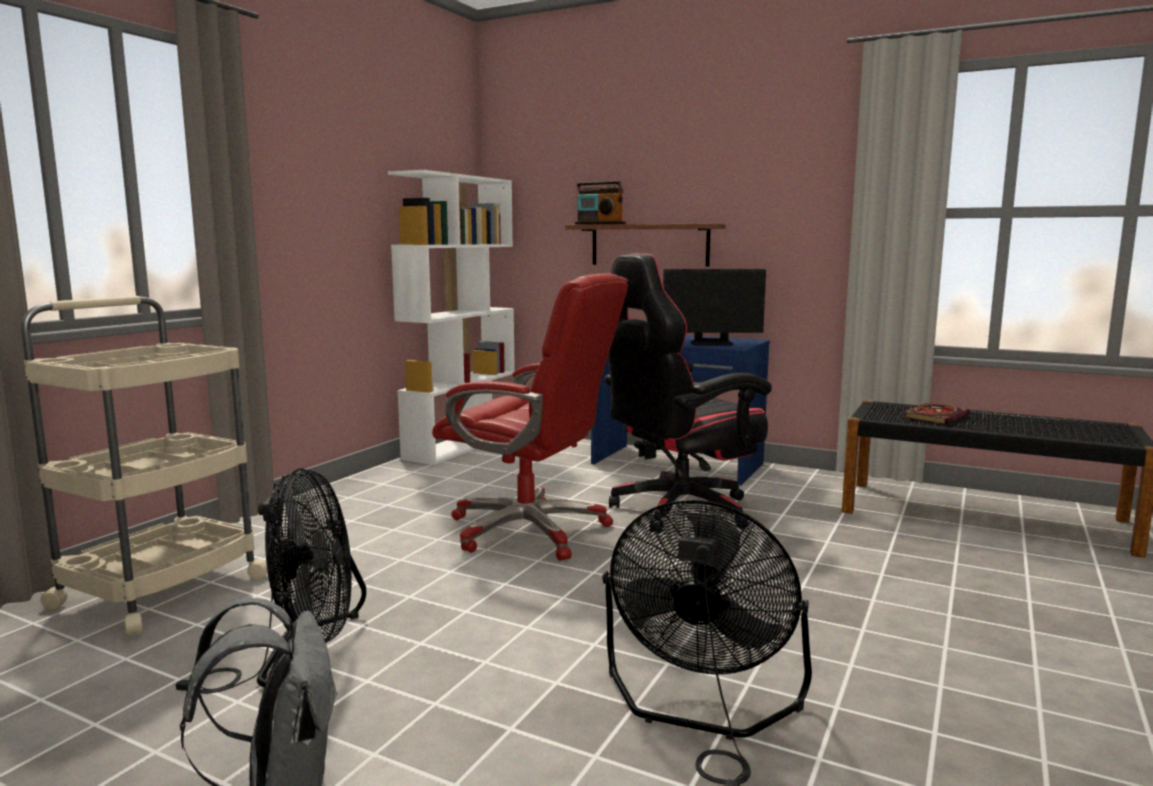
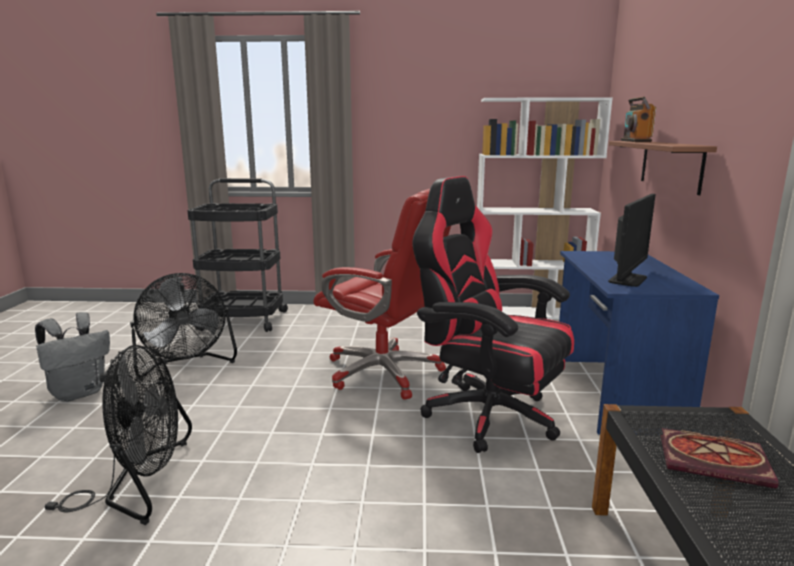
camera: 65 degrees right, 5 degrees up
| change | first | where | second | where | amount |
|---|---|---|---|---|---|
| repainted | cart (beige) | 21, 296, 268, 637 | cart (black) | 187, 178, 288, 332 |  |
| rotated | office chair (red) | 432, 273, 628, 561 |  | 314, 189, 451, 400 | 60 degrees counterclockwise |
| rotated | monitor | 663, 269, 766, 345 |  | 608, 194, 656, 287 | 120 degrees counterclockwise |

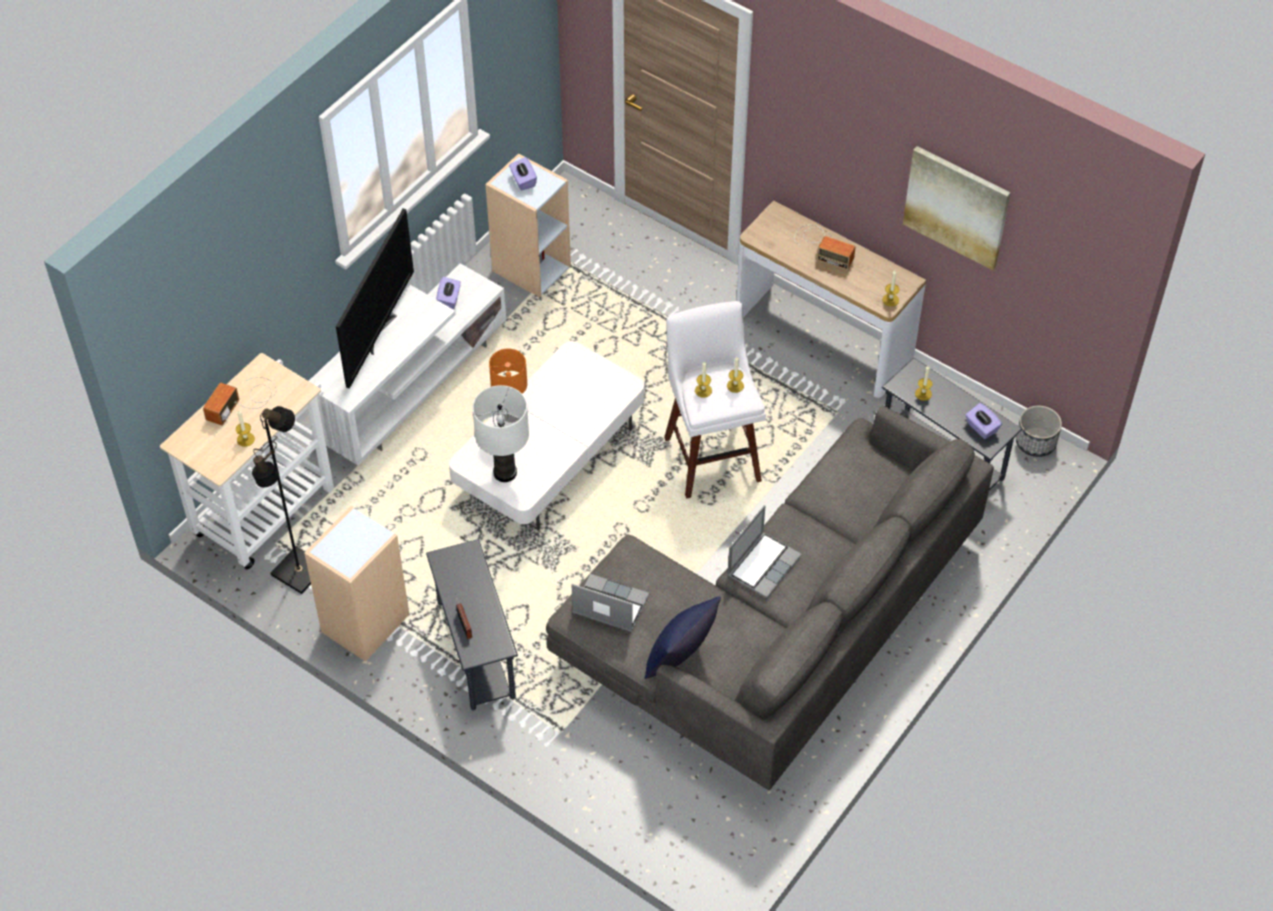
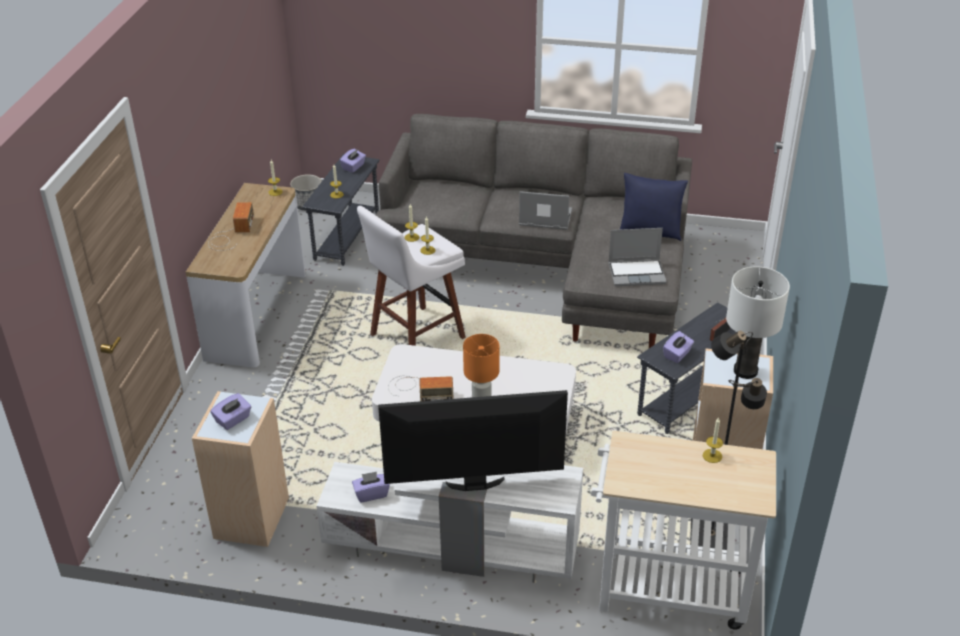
camera: 115 degrees left, 15 degrees down
| change | first | where | second | where | amount |
|---|---|---|---|---|---|
| shifted | radio | 203, 377, 276, 425 |  | 388, 376, 453, 401 |  |
| shifted | table lamp (white) | 472, 385, 529, 482 |  | 726, 266, 790, 379 |  |
| rotated | laptop | 571, 574, 649, 632 |  | 608, 228, 667, 286 | 90 degrees counterclockwise |
| gone | picture | 903, 146, 1011, 270 |  |  |  |
| new |  |  | tissue box (purple) | 663, 331, 694, 363 |  |

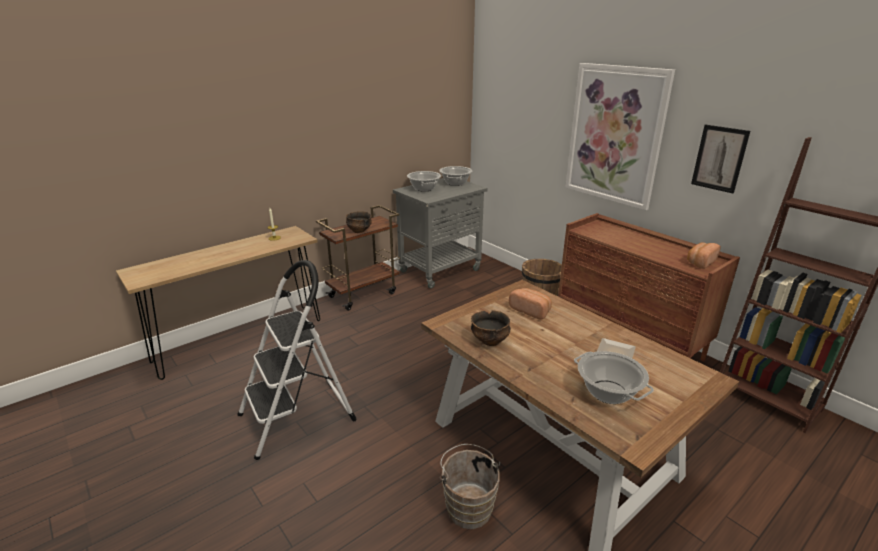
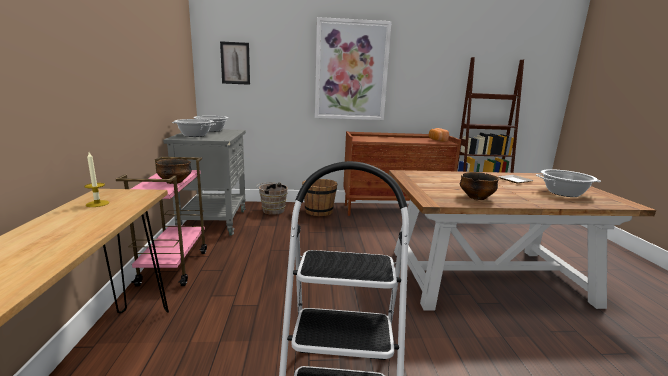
camera: 55 degrees left, 10 degrees down
| change | first | where | second | where | amount |
|---|---|---|---|---|---|
| repainted | cart (brown) | 316, 205, 400, 311 | cart (pink) | 116, 157, 207, 287 |  |
| shifted | bucket (brown) | 440, 444, 500, 529 |  | 256, 182, 288, 215 |  |
| gone | bread | 509, 288, 552, 320 |  |  |  |
| shifted | picture | 691, 124, 750, 194 |  | 220, 41, 250, 85 |  |

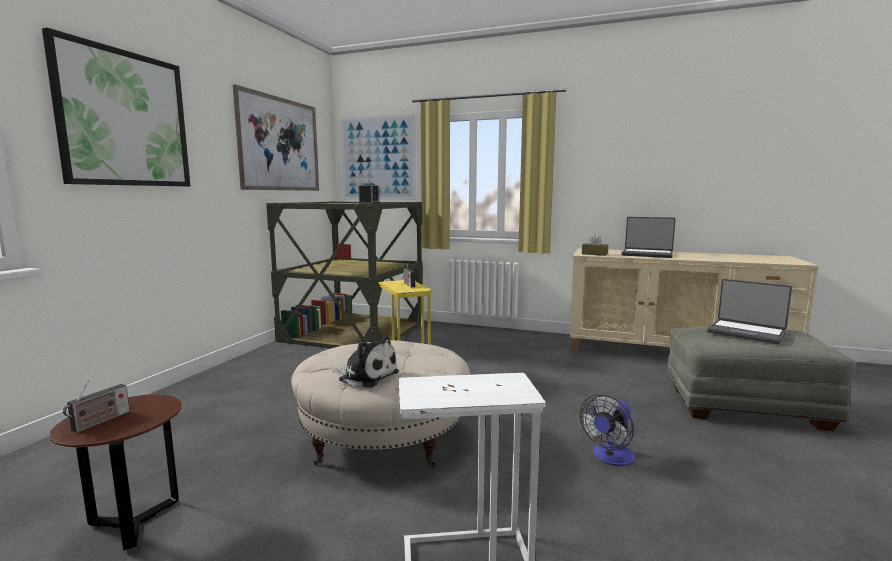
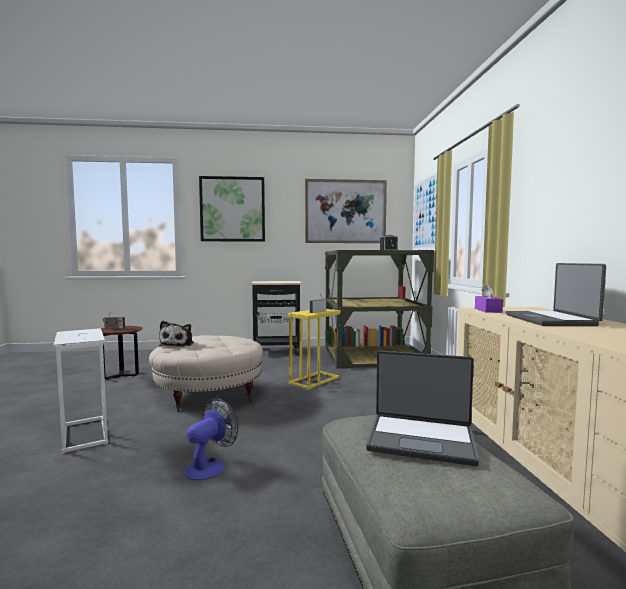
camera: 65 degrees right, 5 degrees down
| change | first | where | second | where | amount |
|---|---|---|---|---|---|
| rotated | fan | 580, 394, 634, 466 |  | 185, 399, 239, 480 | 105 degrees clockwise |
| repainted | tissue box (brown) | 582, 235, 608, 256 | tissue box (purple) | 475, 285, 503, 313 |  |
| rotated | laptop | 707, 279, 792, 344 |  | 366, 351, 479, 466 | 90 degrees counterclockwise |
| new |  |  | cart | 251, 281, 302, 355 |  |

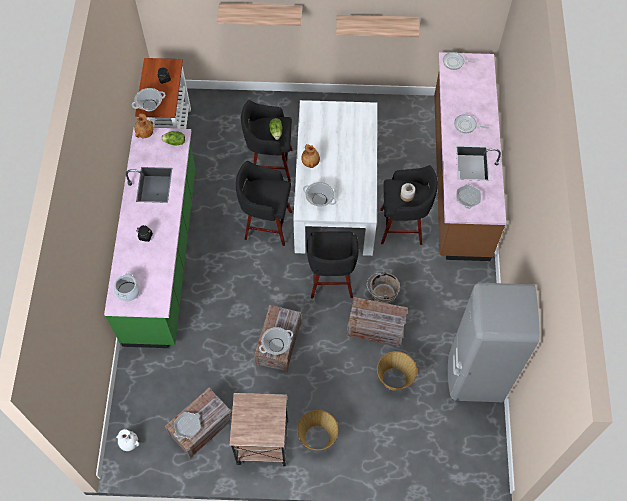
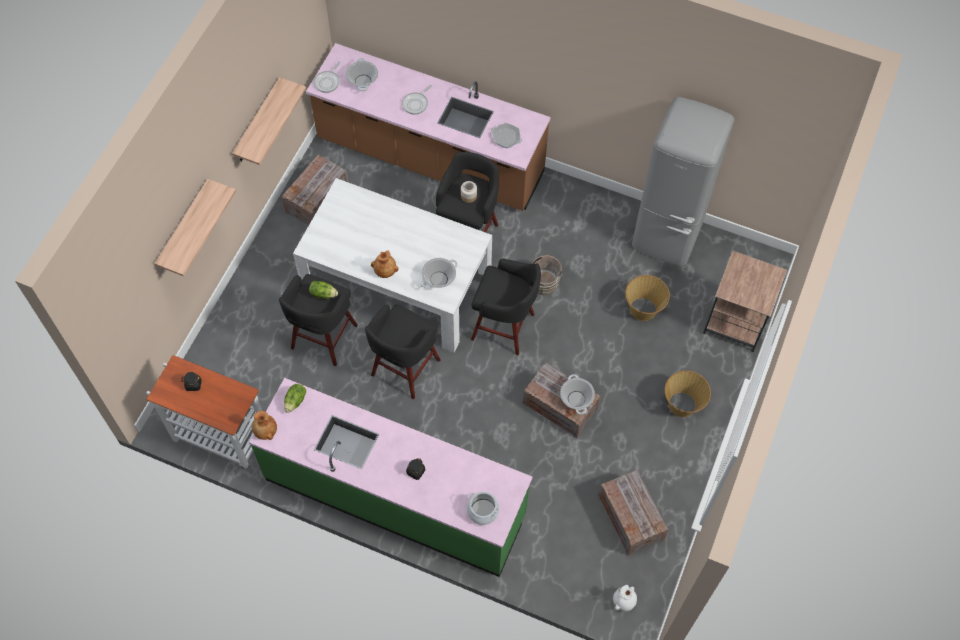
camera: 70 degrees left, 0 degrees up
| change | first | where | second | where | amount |
|---|---|---|---|---|---|
| shifted | cooking pot | 132, 88, 165, 111 |  | 346, 58, 378, 91 |  |
| gone | frying pan | 174, 412, 201, 438 |  |  |  |
| shifted | cart (brown) | 230, 393, 288, 466 |  | 703, 251, 787, 352 |  |
| shifted | crate | 346, 297, 408, 347 |  | 282, 155, 349, 225 |  |

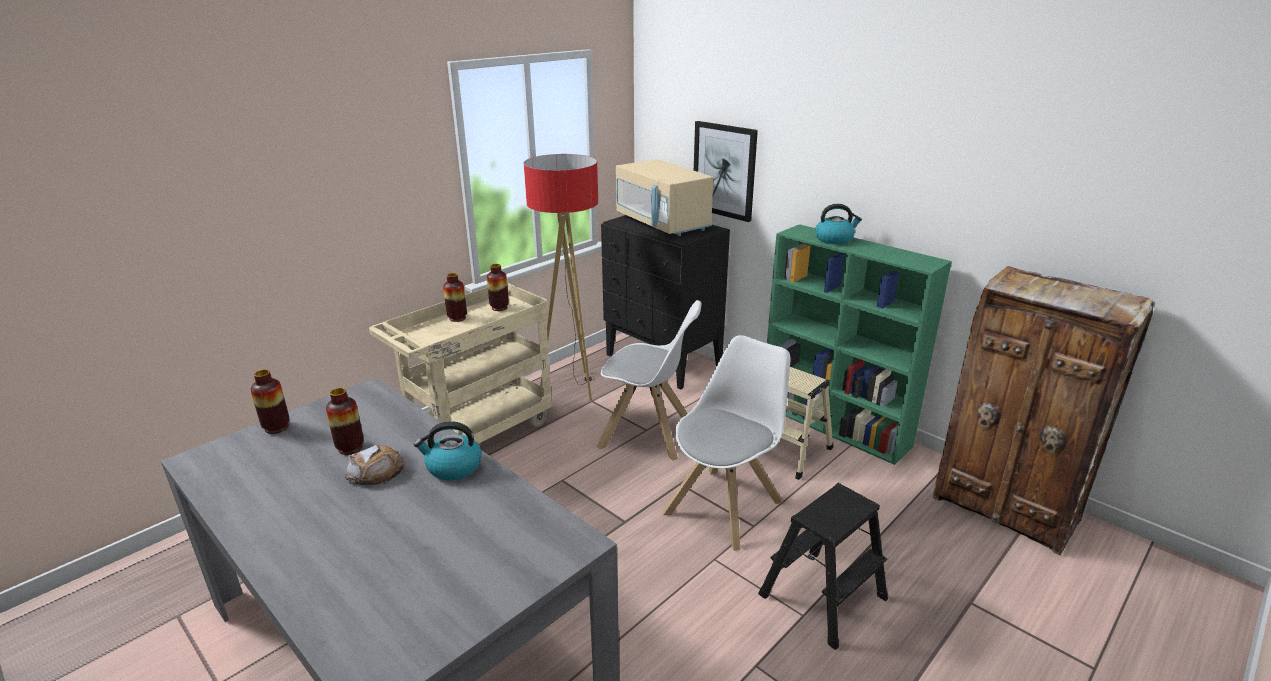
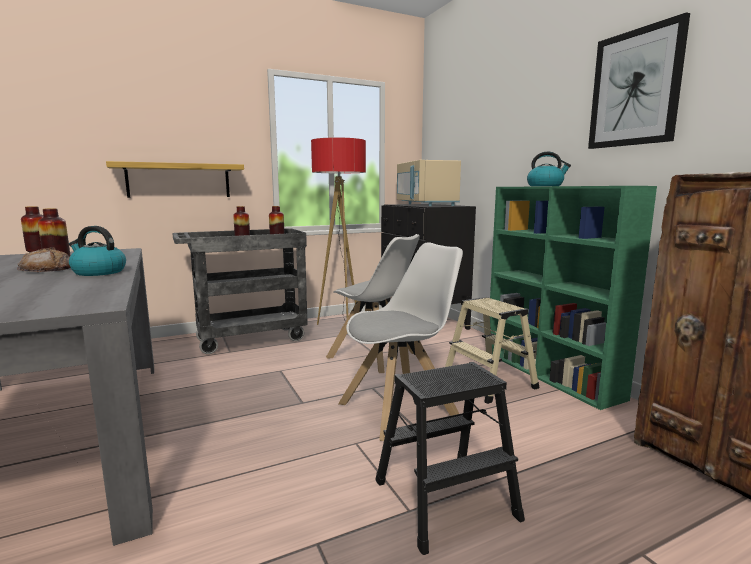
camera: 20 degrees right, 15 degrees down
| change | first | where | second | where | amount |
|---|---|---|---|---|---|
| repainted | cart (beige) | 369, 283, 552, 444 | cart (black) | 173, 228, 308, 354 |  |
| shifted | picture | 694, 121, 758, 222 |  | 588, 12, 690, 149 |  |
| new |  |  | shelf | 106, 161, 244, 198 |  |

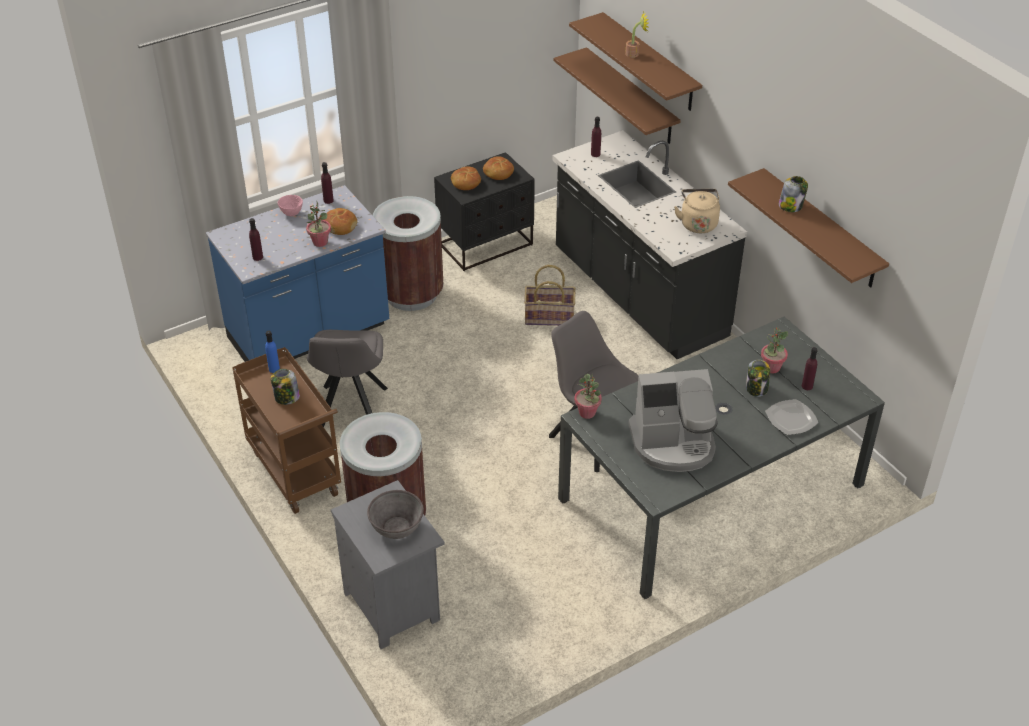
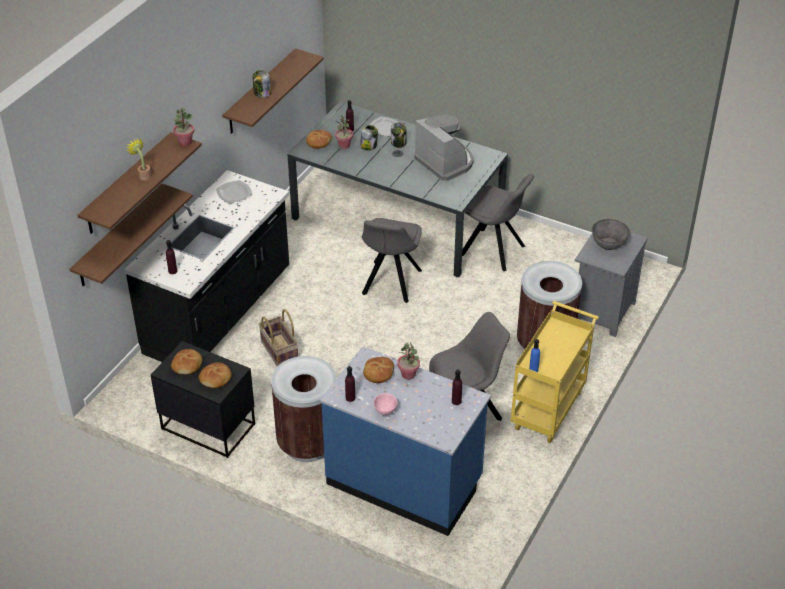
camera: 120 degrees left, 0 degrees up
| change | first | where | second | where | amount |
|---|---|---|---|---|---|
| repainted | cart (brown) | 232, 347, 341, 514 | cart (yellow) | 511, 301, 599, 443 |  |
| shifted | jar | 271, 369, 300, 405 |  | 391, 122, 407, 148 |  |
| shifted | potted plant | 574, 374, 602, 419 |  | 173, 108, 195, 146 |  |
| swapped | kettle (beige) | 674, 189, 720, 233 | plate | 216, 180, 252, 203 |  |
| new |  |  | bread | 306, 130, 332, 149 |  |
| new |  |  | chair (grey) | 462, 174, 534, 271 |  |

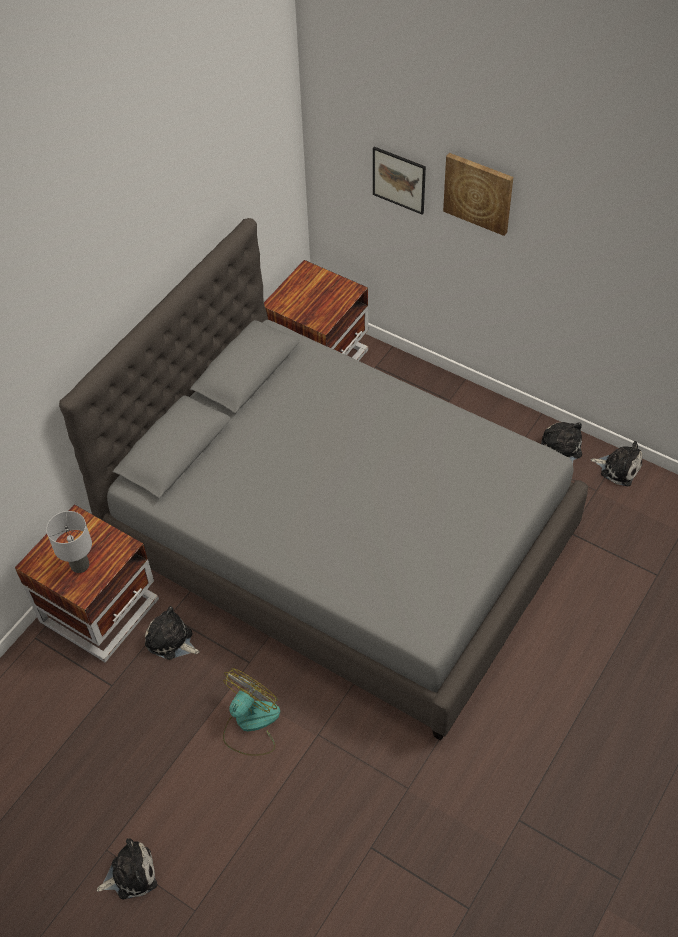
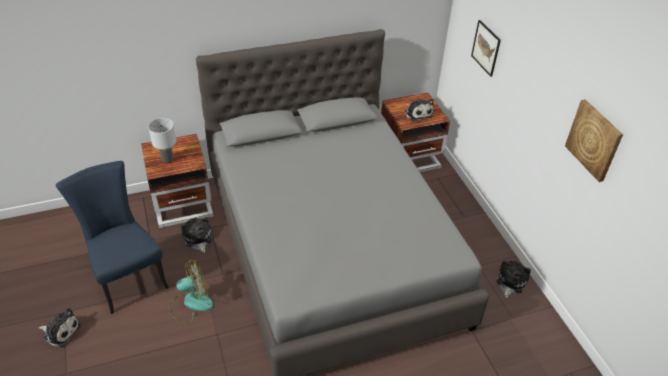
camera: 35 degrees right, 10 degrees down
| change | first | where | second | where | amount |
|---|---|---|---|---|---|
| shifted | picture | 443, 153, 513, 236 |  | 565, 99, 623, 182 |  |
| shifted | plush toy | 590, 441, 642, 486 |  | 404, 99, 434, 122 |  |
| new |  |  | chair (blue) | 56, 161, 169, 314 |  |

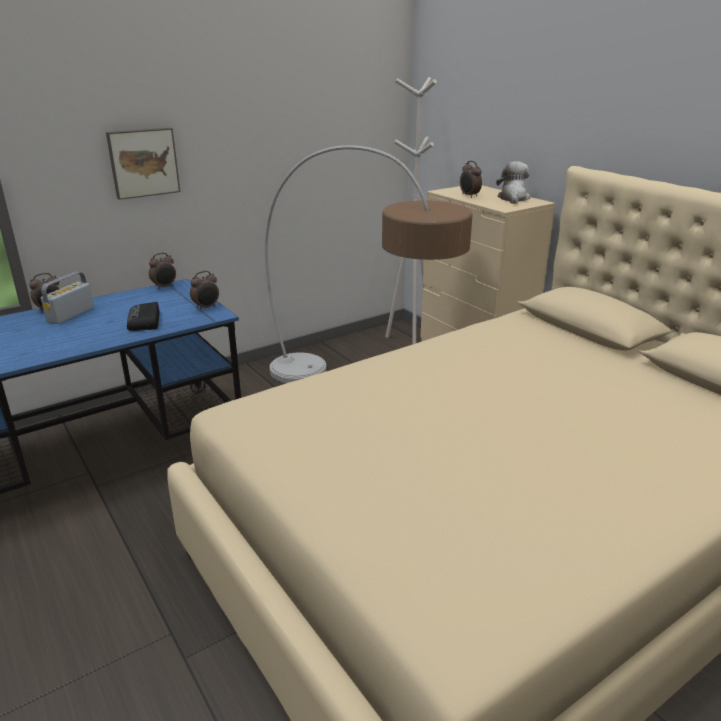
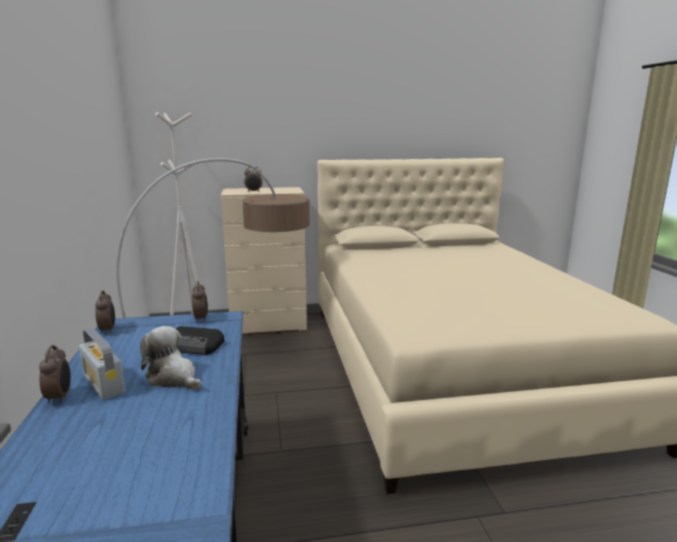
camera: 65 degrees left, 10 degrees down
| change | first | where | second | where | amount |
|---|---|---|---|---|---|
| gone | picture | 106, 127, 180, 200 |  |  |  |
| shifted | plush toy | 496, 161, 530, 204 |  | 140, 326, 202, 390 |  |

